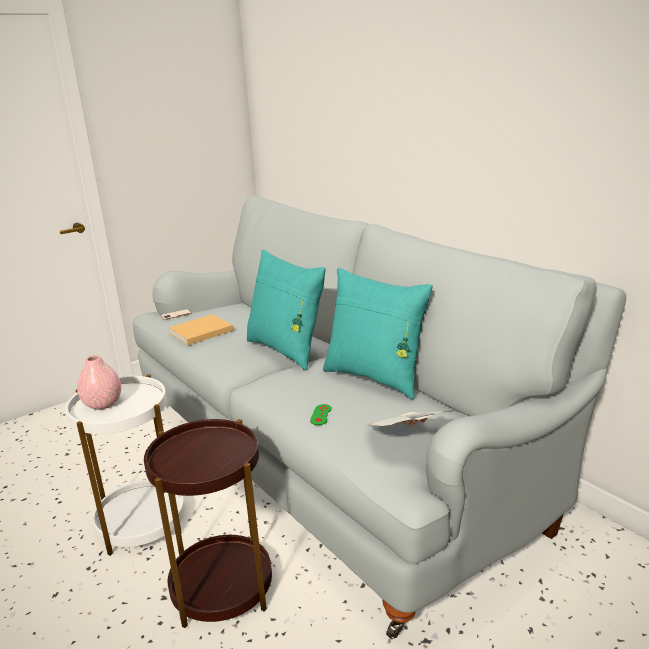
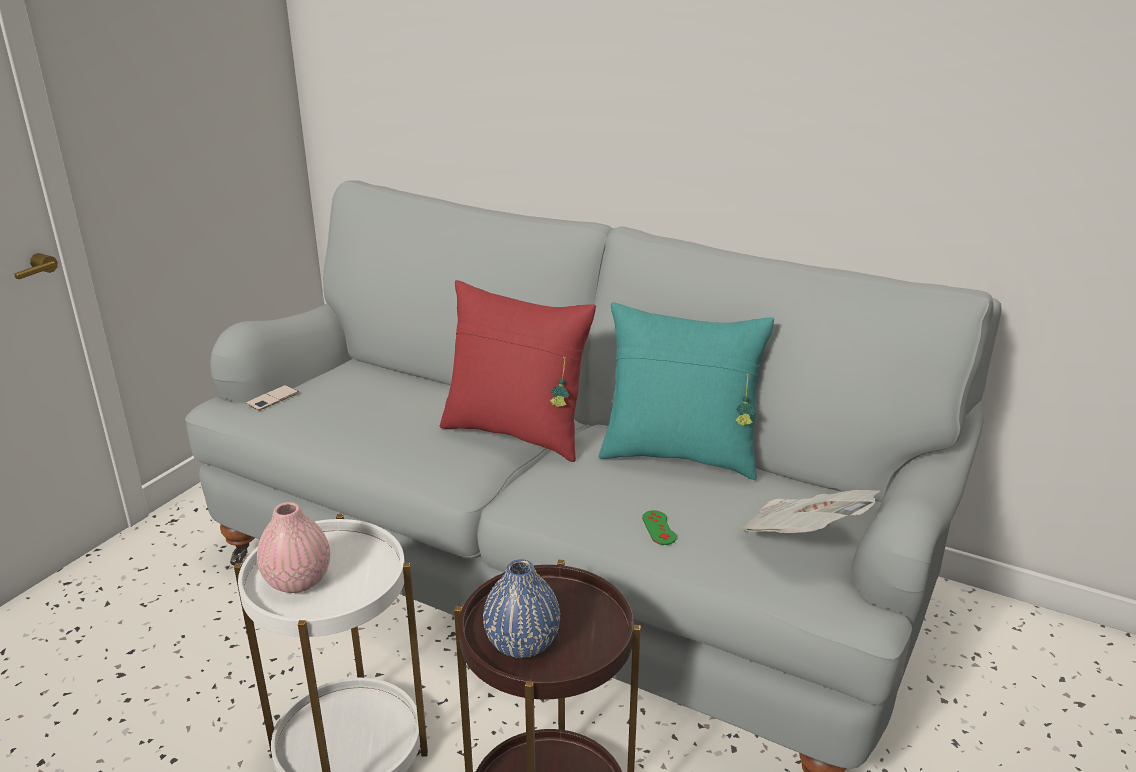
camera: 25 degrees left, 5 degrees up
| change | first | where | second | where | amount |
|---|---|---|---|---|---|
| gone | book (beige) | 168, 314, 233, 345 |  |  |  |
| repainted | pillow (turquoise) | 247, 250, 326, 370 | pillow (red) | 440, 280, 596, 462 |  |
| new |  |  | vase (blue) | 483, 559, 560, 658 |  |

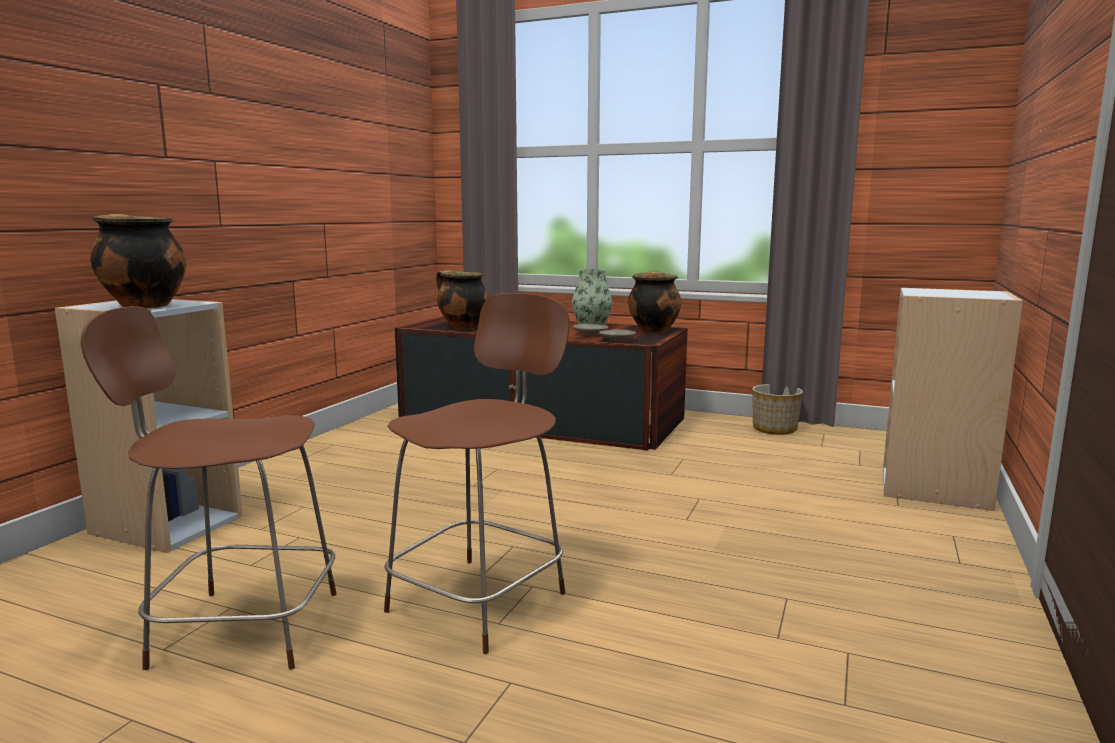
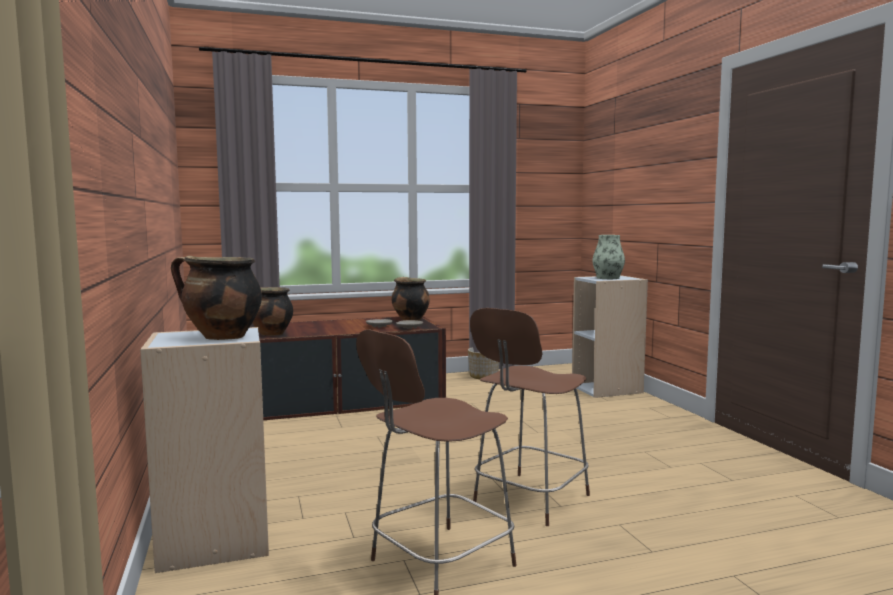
camera: 40 degrees left, 5 degrees down
| change | first | where | second | where | amount |
|---|---|---|---|---|---|
| rotated | chair (brown) | 384, 293, 570, 654 |  | 470, 308, 590, 526 | 135 degrees counterclockwise |
| shifted | vase | 572, 269, 612, 325 |  | 593, 235, 625, 279 |  |

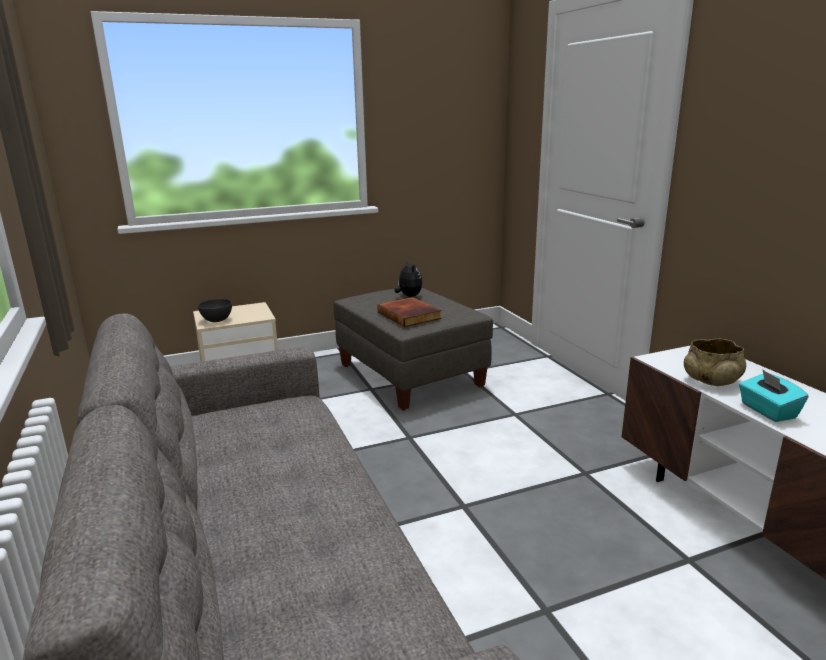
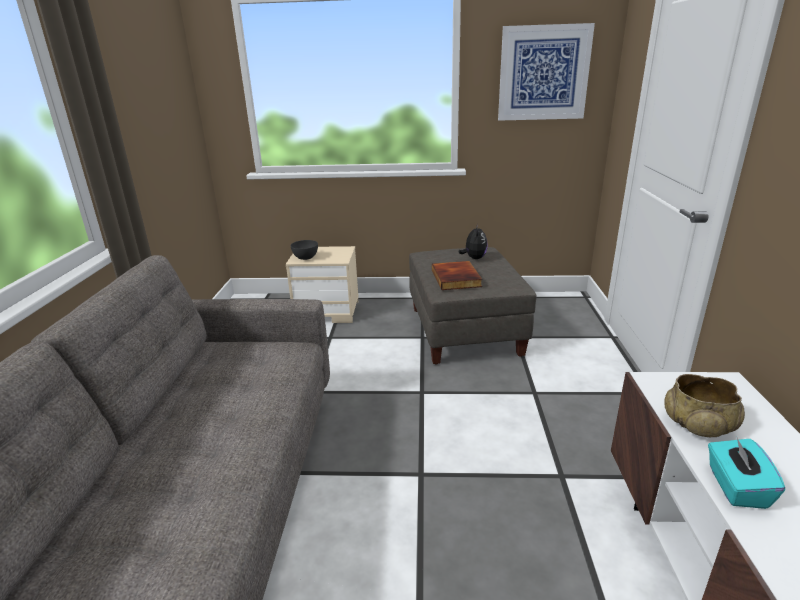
camera: 25 degrees right, 5 degrees up
| change | first | where | second | where | amount |
|---|---|---|---|---|---|
| new |  |  | picture | 498, 23, 595, 121 |  |

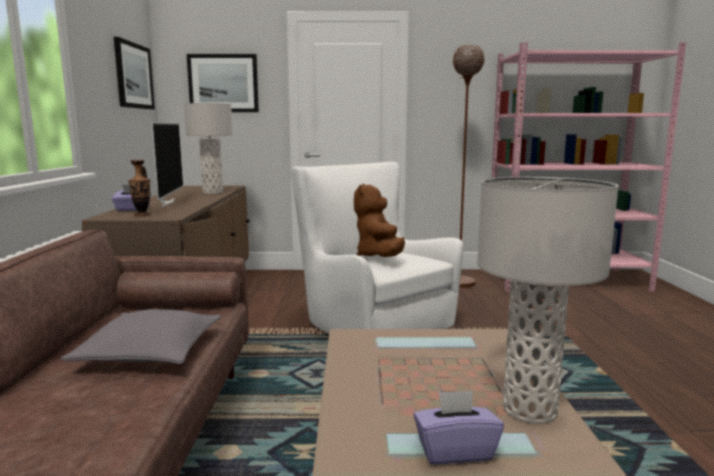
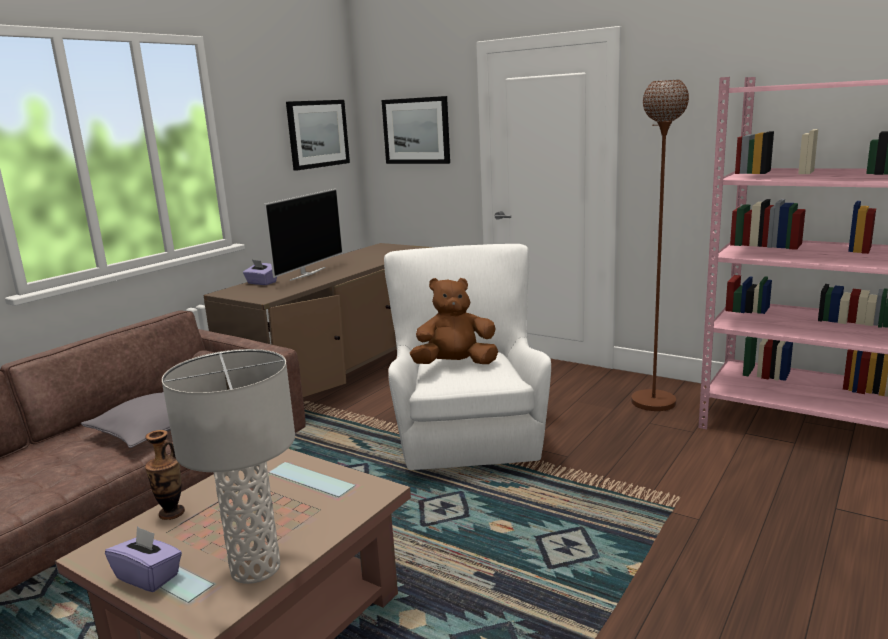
camera: 35 degrees right, 5 degrees up
| change | first | where | second | where | amount |
|---|---|---|---|---|---|
| shifted | vase | 129, 160, 151, 216 |  | 145, 430, 185, 520 |  |
| gone | table lamp (white) | 184, 103, 233, 194 |  |  |  |
| rotated | plush toy (brown) | 354, 184, 405, 257 |  | 410, 278, 498, 364 | 45 degrees clockwise |

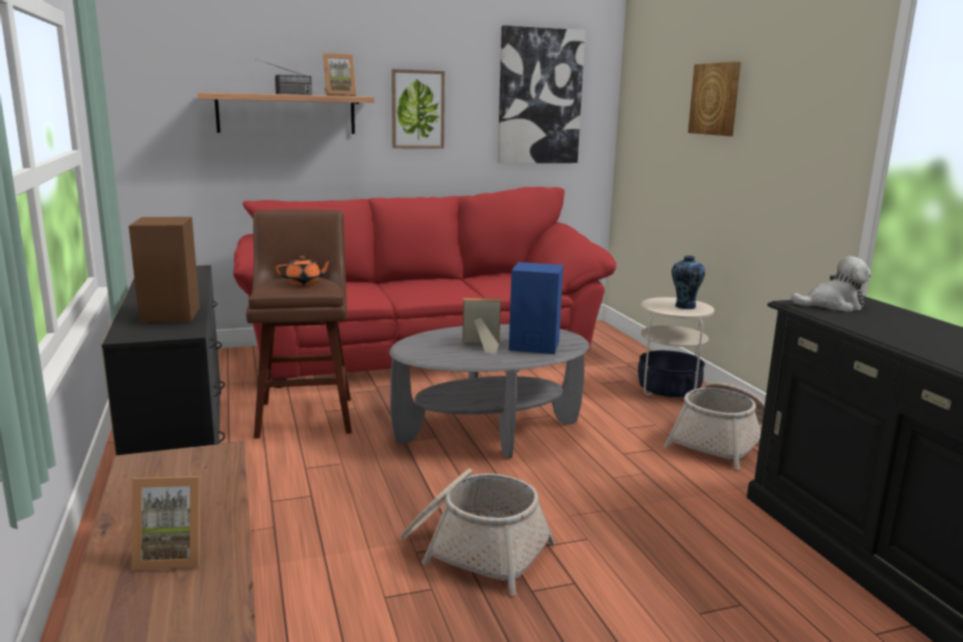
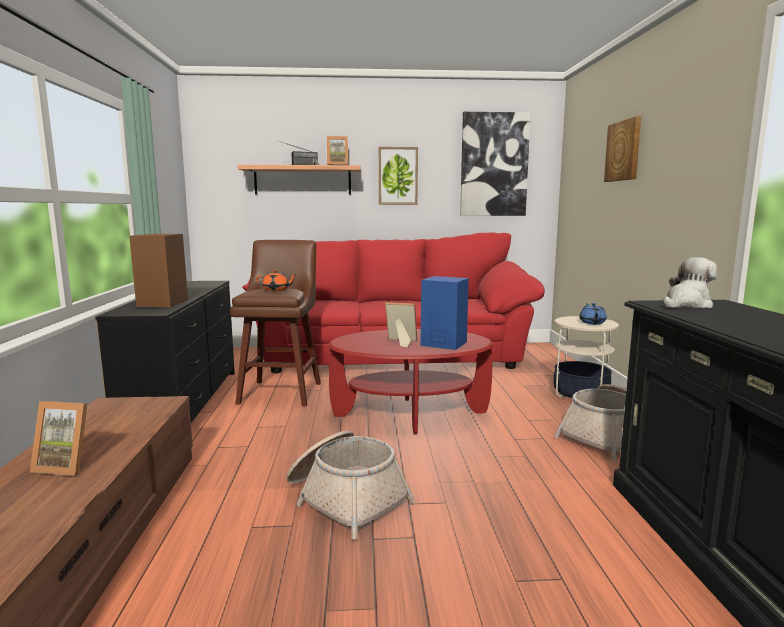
camera: 15 degrees right, 5 degrees down
| change | first | where | second | where | amount |
|---|---|---|---|---|---|
| repainted | coffee table (grey) | 389, 324, 590, 459 | coffee table (red) | 328, 329, 494, 434 |  |
| swapped | vase | 672, 255, 705, 309 | teapot (blue) | 579, 303, 607, 324 |  |
| rotated | plush toy | 791, 256, 872, 312 |  | 663, 257, 717, 308 | 45 degrees counterclockwise |

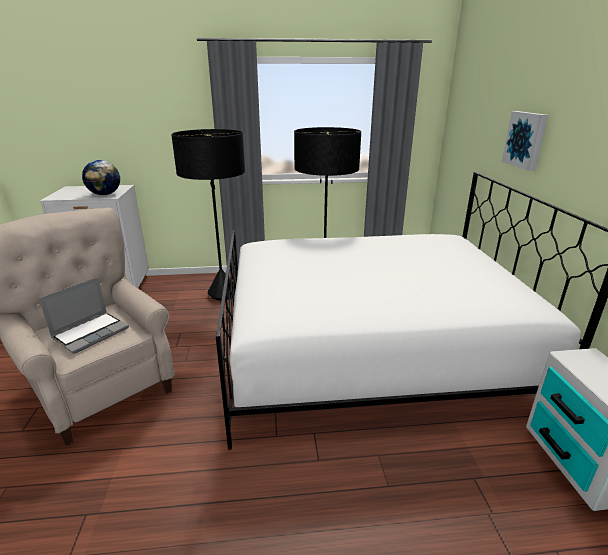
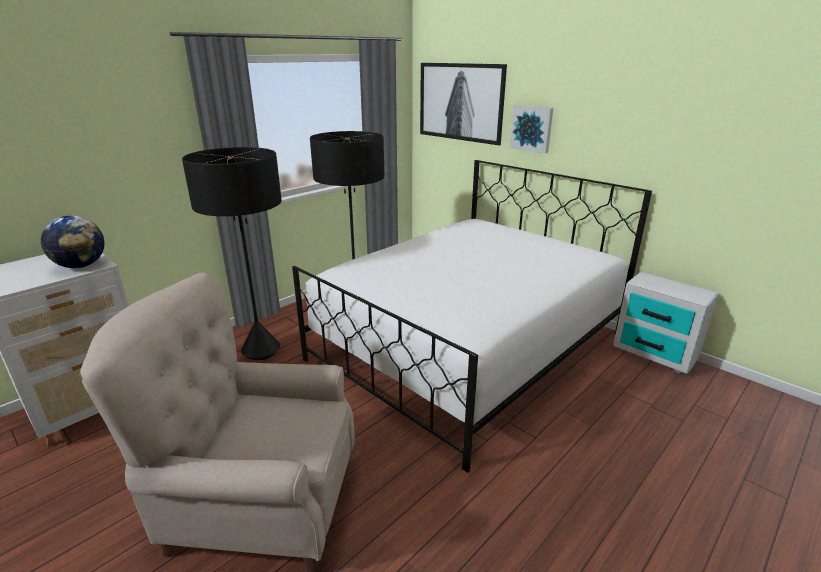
camera: 40 degrees left, 0 degrees up
| change | first | where | second | where | amount |
|---|---|---|---|---|---|
| gone | laptop | 39, 277, 129, 354 |  |  |  |
| new |  |  | picture | 420, 63, 507, 145 |  |

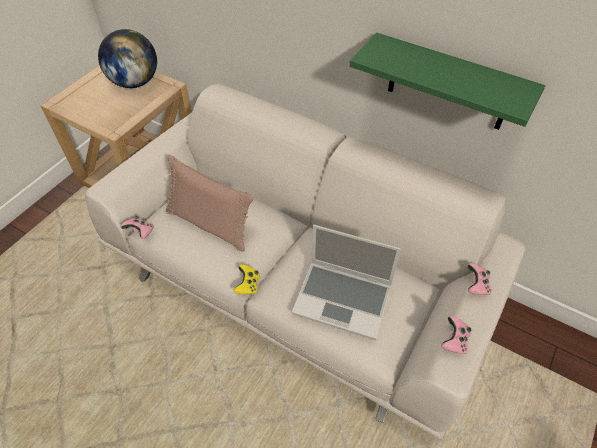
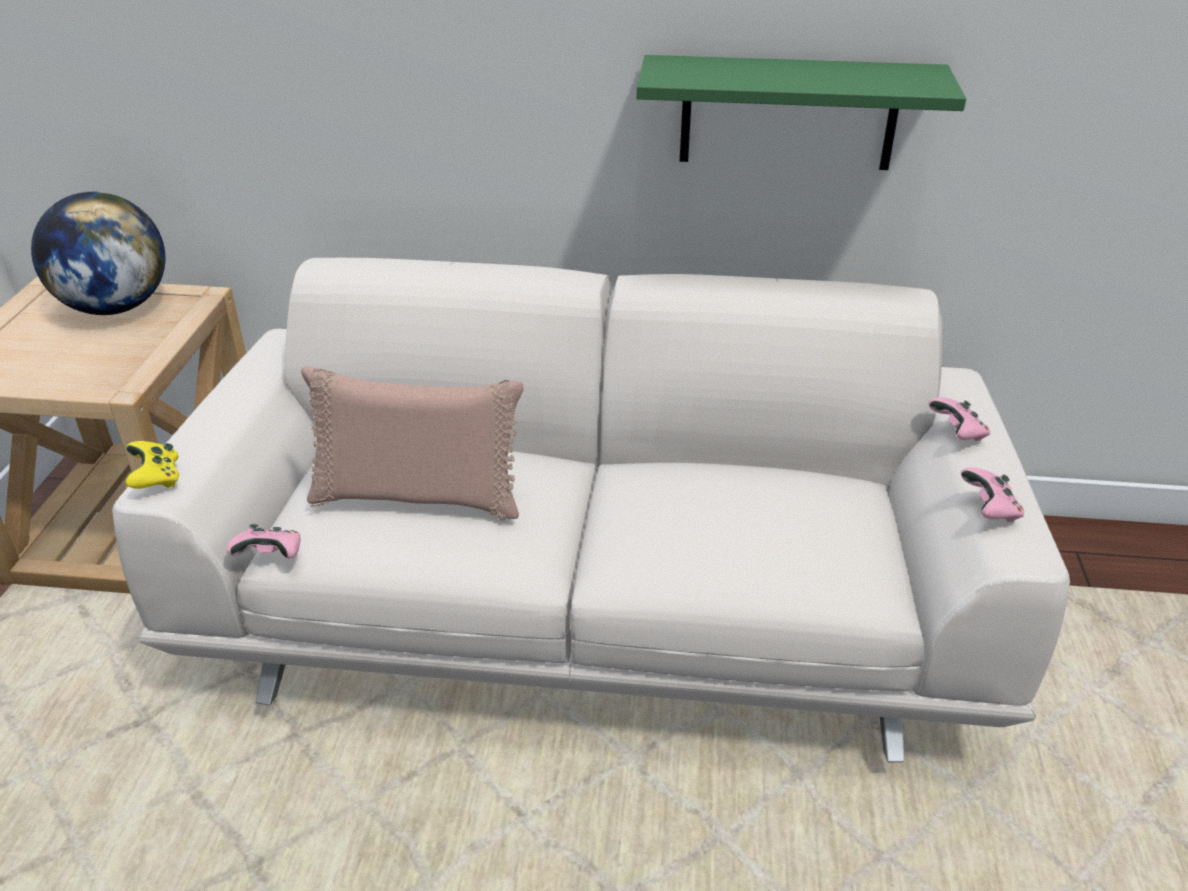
camera: 25 degrees left, 15 degrees down
| change | first | where | second | where | amount |
|---|---|---|---|---|---|
| shifted | game controller (yellow) | 233, 265, 260, 294 |  | 125, 441, 179, 489 |  |
| gone | laptop | 292, 225, 401, 340 |  |  |  |

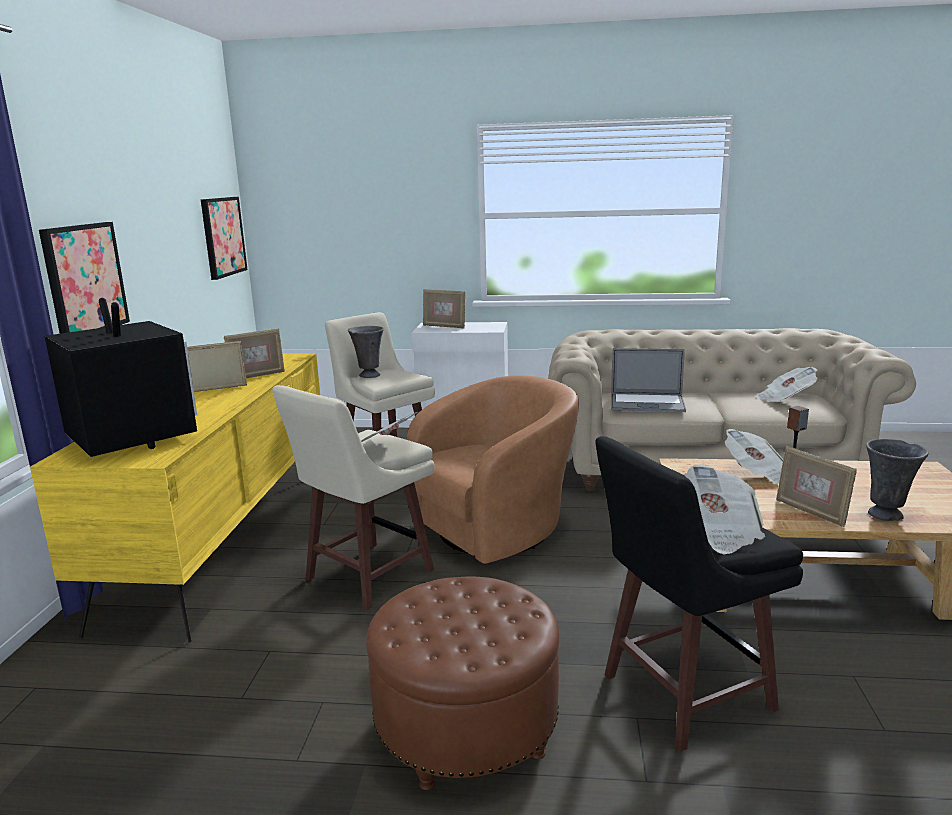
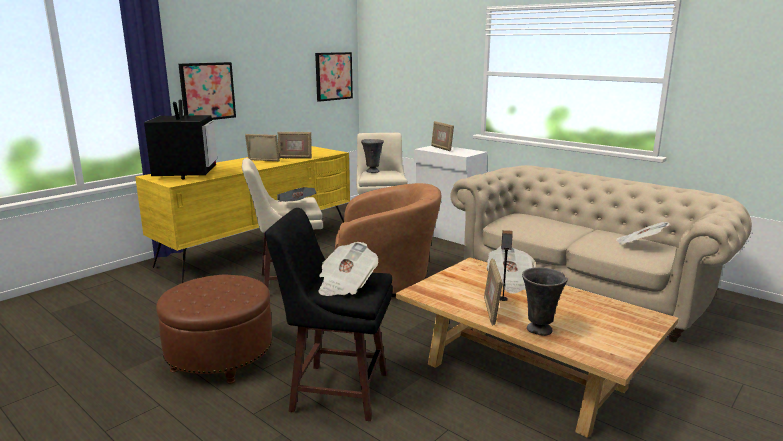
camera: 35 degrees right, 0 degrees up
| change | first | where | second | where | amount |
|---|---|---|---|---|---|
| gone | laptop | 611, 348, 686, 412 |  |  |  |

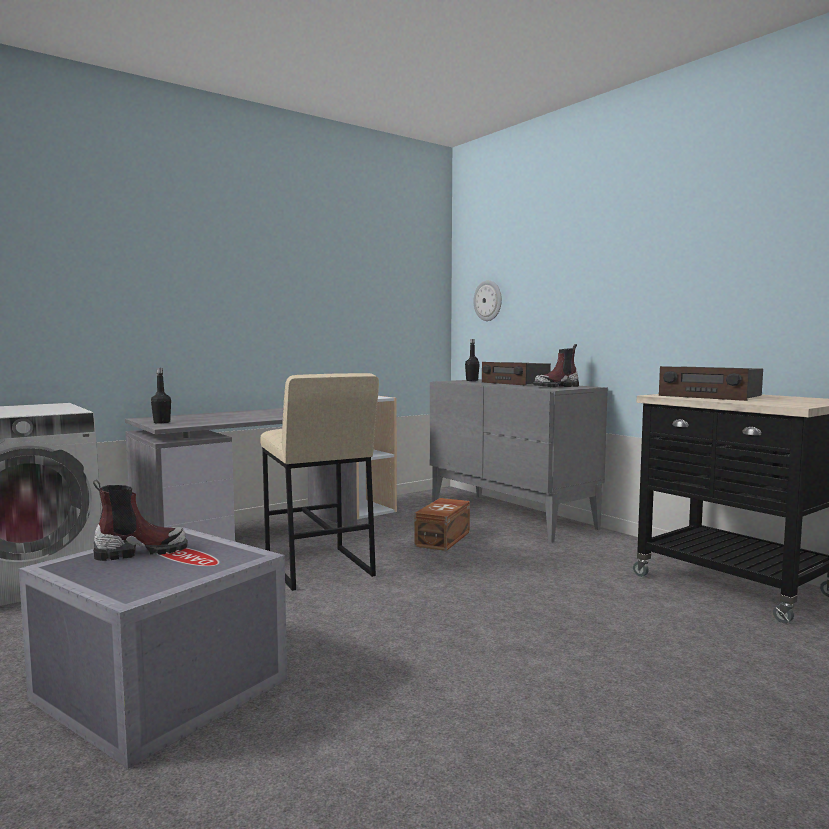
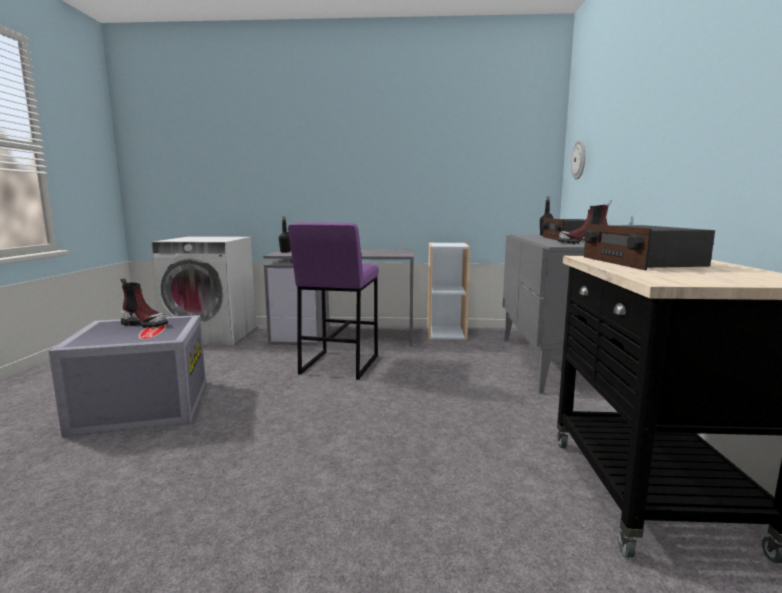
camera: 40 degrees right, 5 degrees up
| change | first | where | second | where | amount |
|---|---|---|---|---|---|
| repainted | stool (beige) | 260, 373, 379, 591 | stool (purple) | 288, 222, 379, 380 |  |
| gone | storage box (brown) | 414, 498, 470, 551 |  |  |  |

